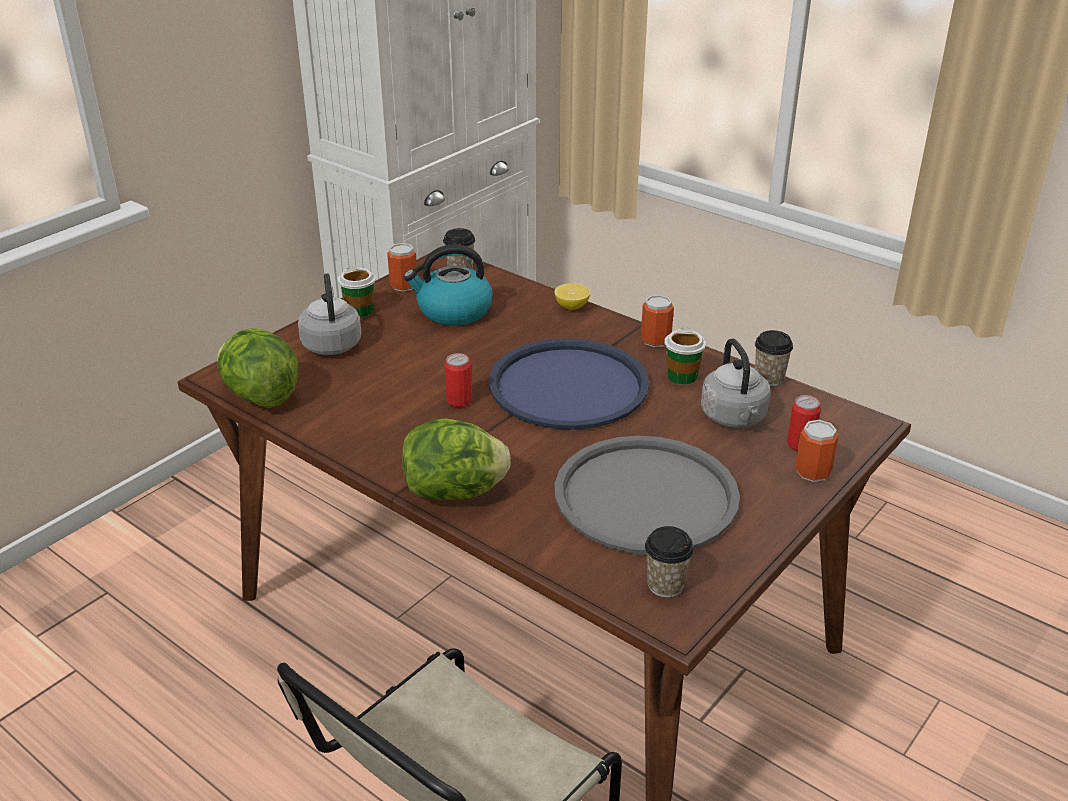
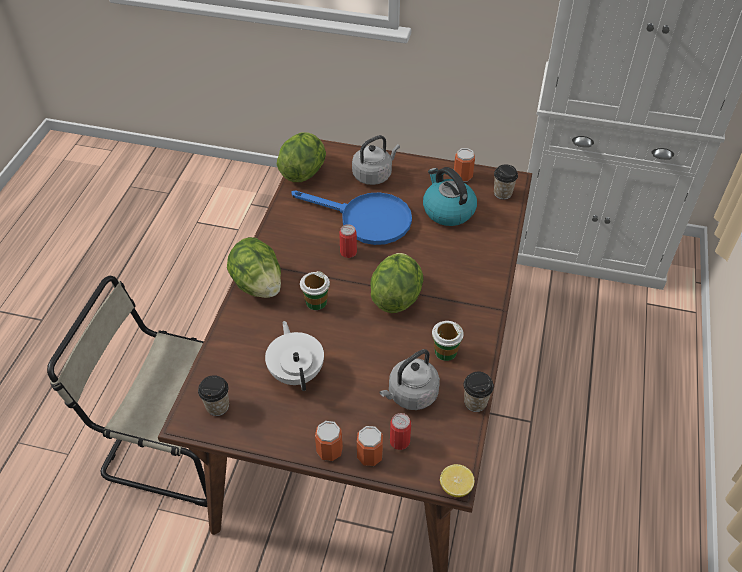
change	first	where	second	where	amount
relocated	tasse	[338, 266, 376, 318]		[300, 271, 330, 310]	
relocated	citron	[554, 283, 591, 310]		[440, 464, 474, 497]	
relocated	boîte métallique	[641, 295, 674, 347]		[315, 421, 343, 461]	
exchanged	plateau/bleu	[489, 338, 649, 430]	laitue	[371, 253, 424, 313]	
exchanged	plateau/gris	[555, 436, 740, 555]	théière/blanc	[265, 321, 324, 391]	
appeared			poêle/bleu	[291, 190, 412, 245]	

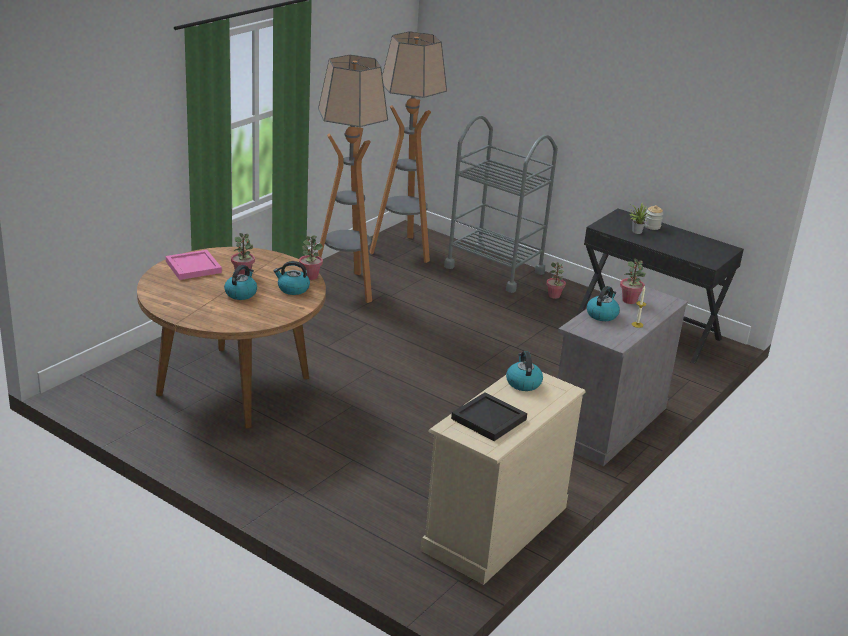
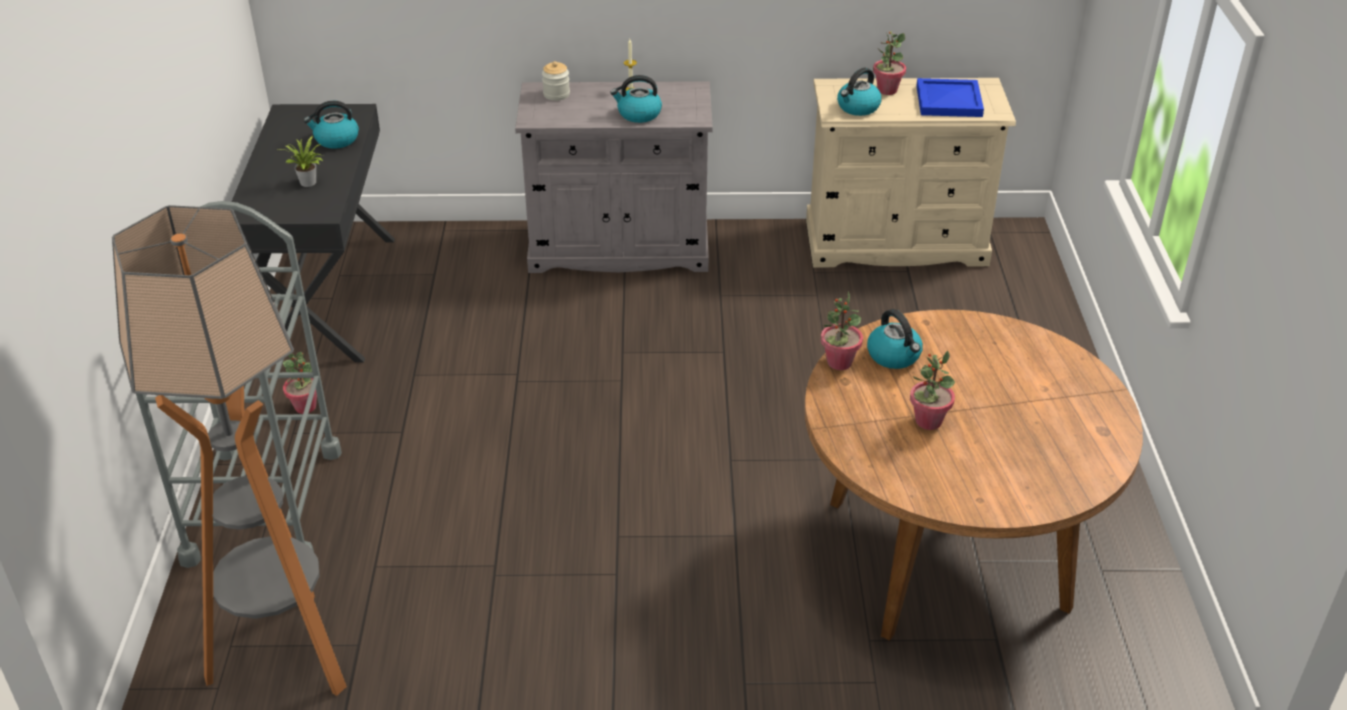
change	first	where	second	where	amount
missing	lampadaire	[318, 55, 388, 303]			
relocated	bocal	[644, 205, 663, 230]		[542, 61, 570, 101]	
missing	plateau/rose	[166, 250, 222, 280]			
relocated	plante en pot	[620, 259, 646, 304]		[873, 31, 906, 95]	
relocated	bouilloire	[224, 265, 257, 300]		[304, 101, 359, 149]	
colour	plateau/noir	[451, 393, 527, 441]	plateau/bleu	[916, 78, 984, 117]	

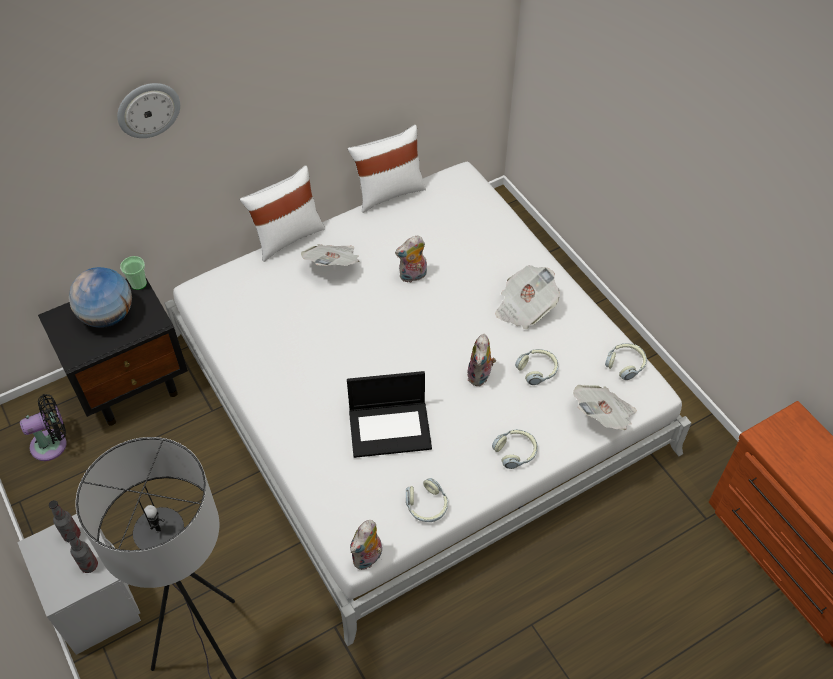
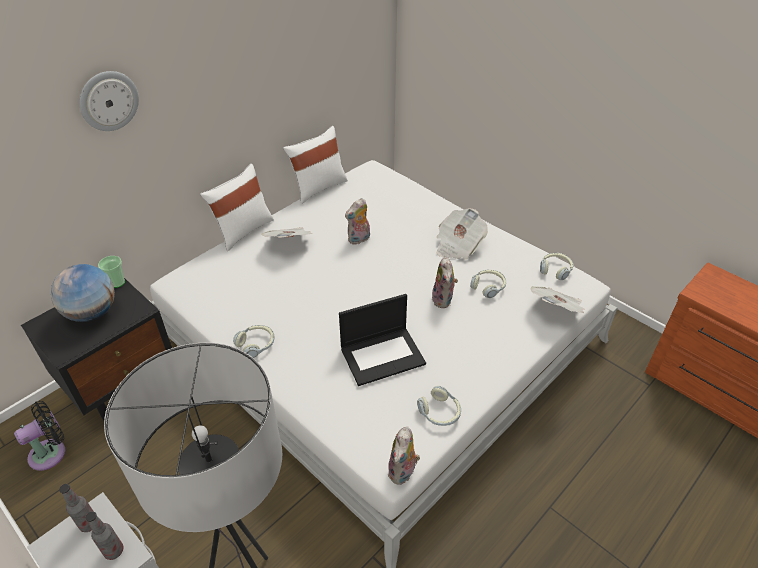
change	first	where	second	where	amount
relocated	casque audio	[492, 429, 538, 469]		[233, 325, 274, 358]	

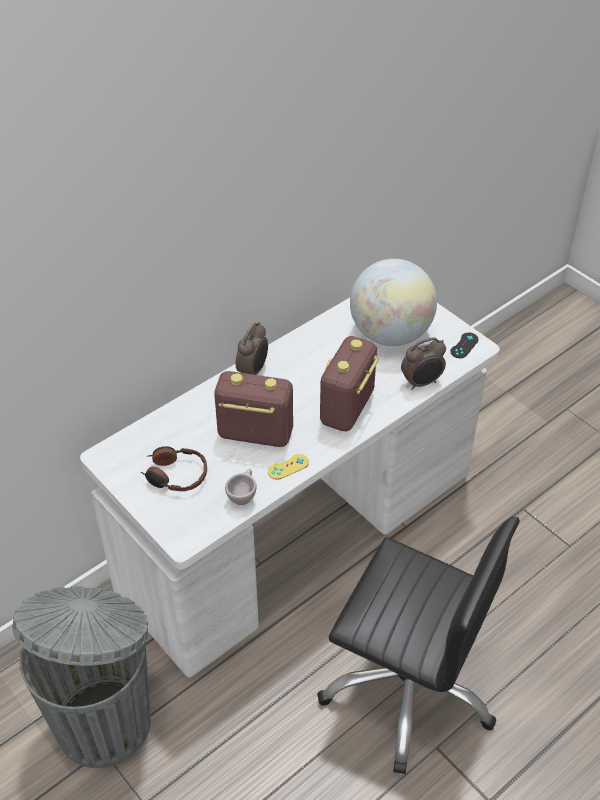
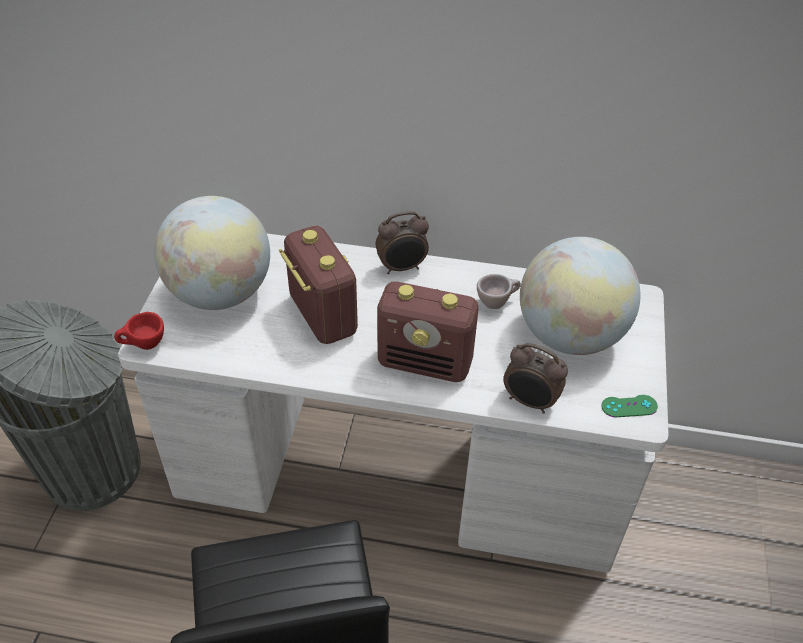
change	first	where	second	where	amount
colour	manette/noir	[450, 333, 478, 358]	manette/vert	[601, 395, 658, 417]	
spun	radio	[320, 336, 379, 431]		[377, 282, 478, 382]	150 degrees counterclockwise
exchanged	casque audio	[141, 446, 207, 491]	globe	[154, 196, 270, 310]	
missing	manette/jaune	[268, 454, 309, 480]			
relocated	tasse/beige	[225, 469, 257, 505]		[477, 274, 521, 309]	
appeared			tasse/rouge	[114, 312, 164, 350]	

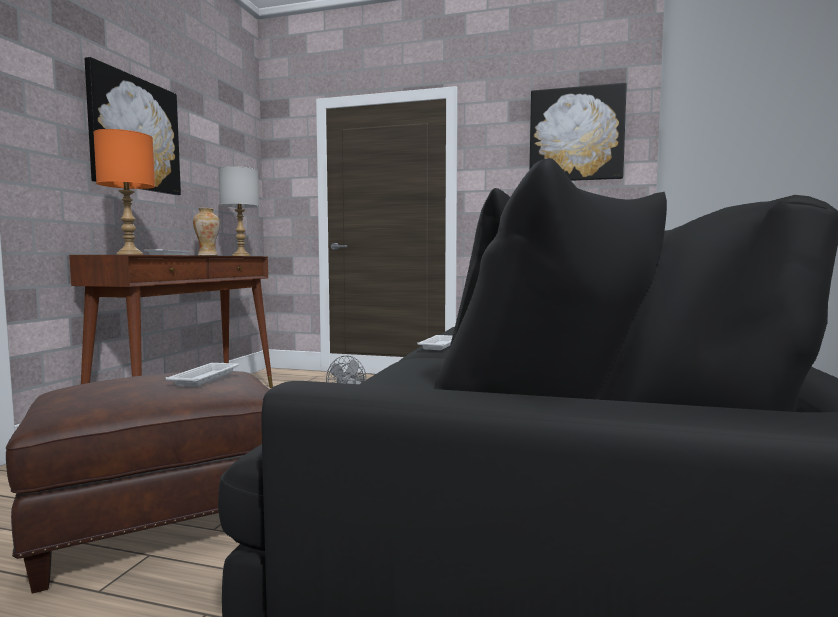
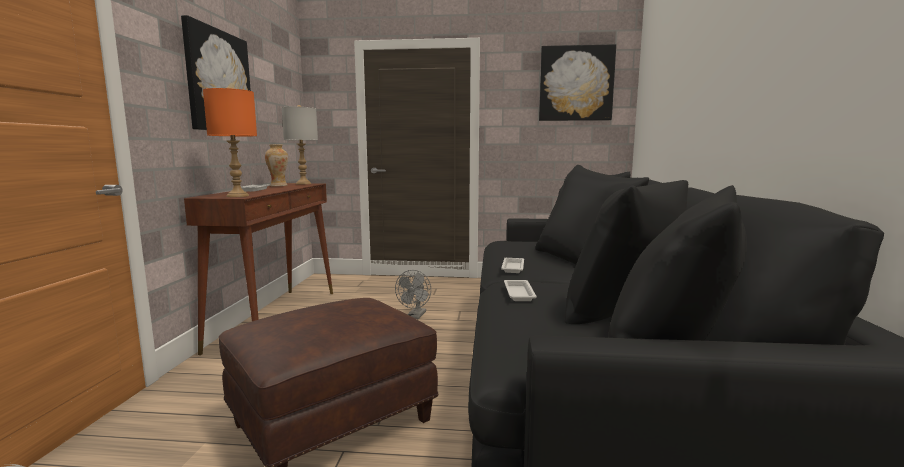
change	first	where	second	where	amount
relocated	plateau/blanc	[165, 363, 239, 386]		[504, 280, 537, 301]	

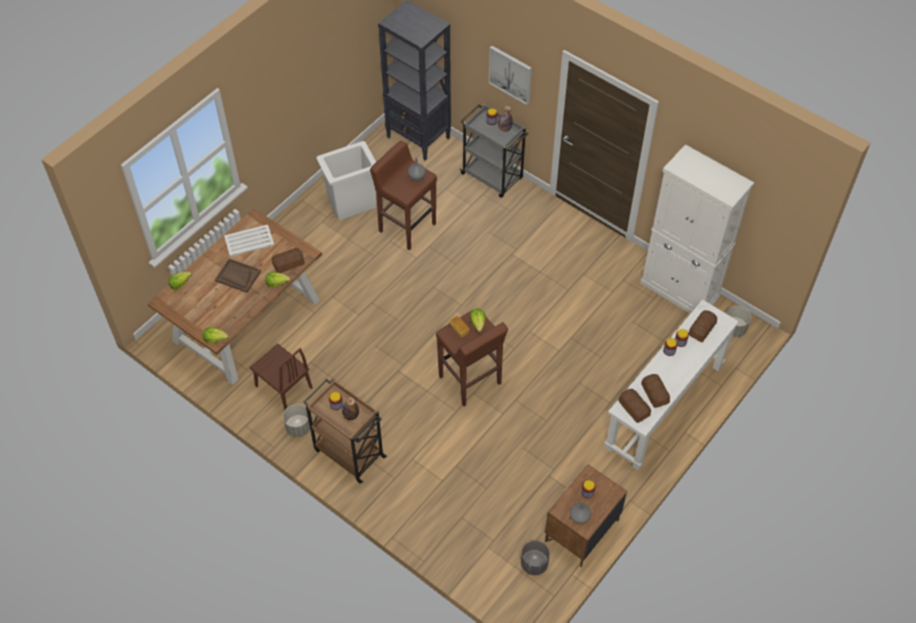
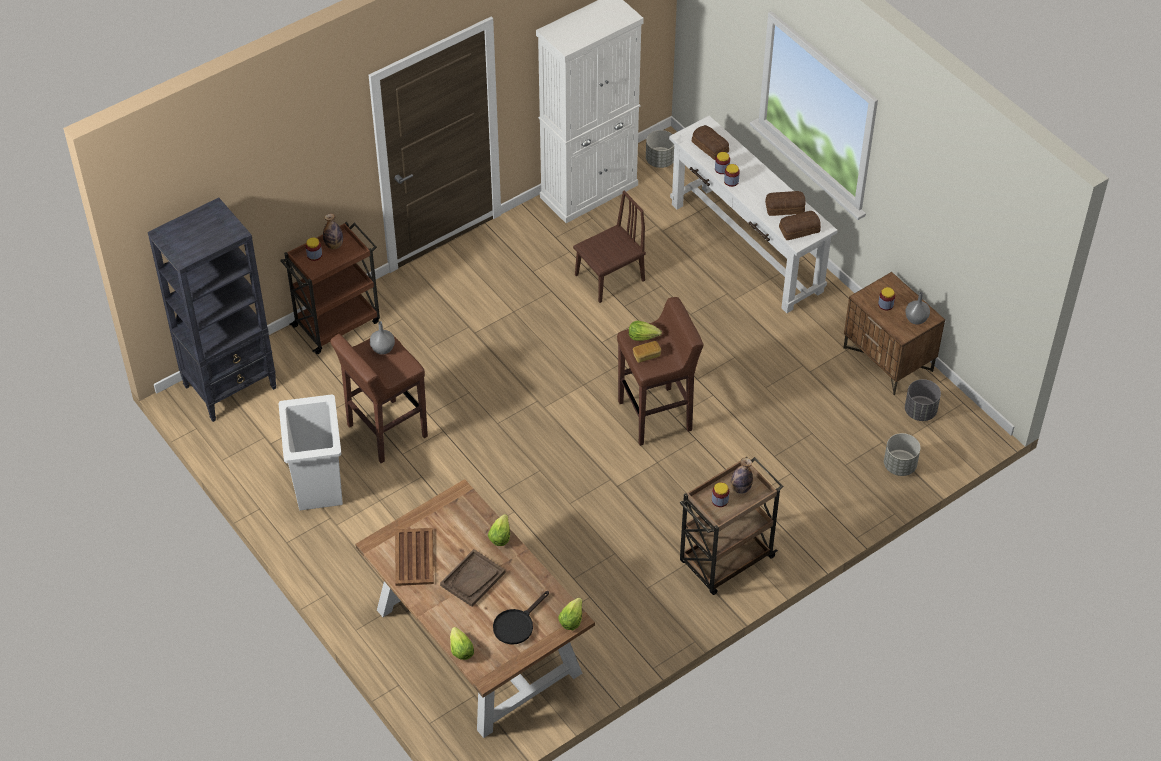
change	first	where	second	where	amount
missing	tableau	[489, 46, 532, 105]			
colour	chariot/gris	[459, 104, 529, 198]	chariot/marron	[280, 222, 380, 354]	
colour	plateau/blanc	[224, 225, 274, 256]	plateau/marron	[395, 528, 434, 586]	
missing	pain	[272, 248, 304, 273]			
relocated	chaise/marron	[249, 343, 313, 410]		[573, 190, 646, 303]	
relocated	cache-pot/gris	[283, 404, 310, 437]		[884, 433, 921, 476]	
appeared			poêle/noir	[493, 591, 549, 645]	

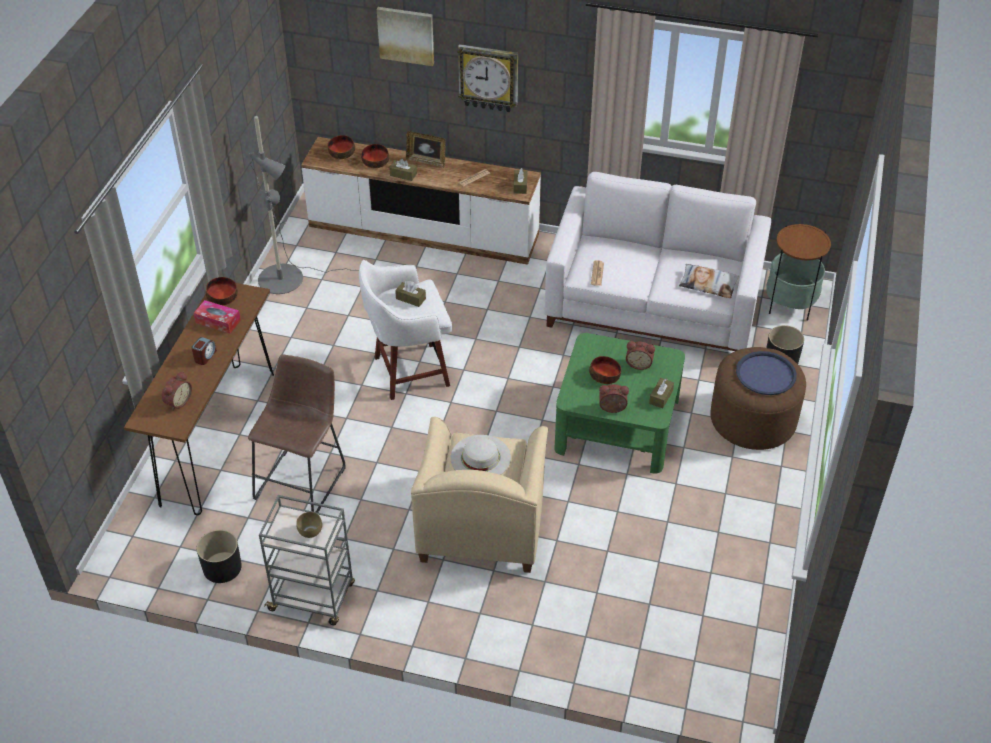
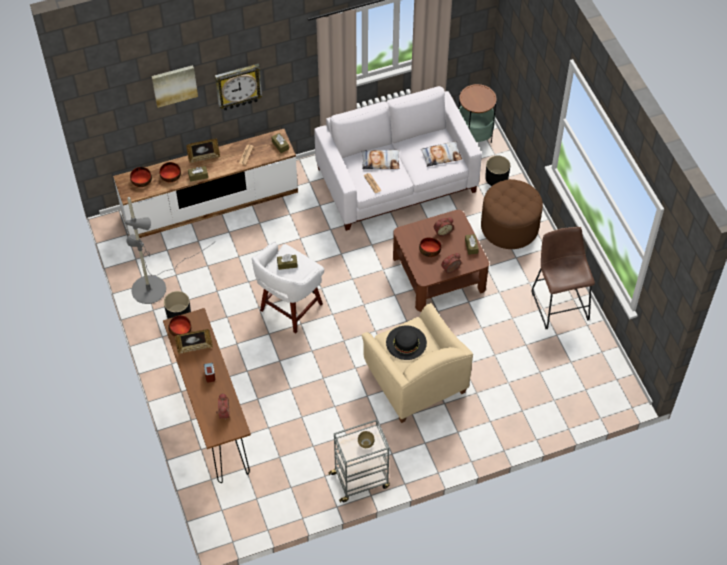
change	first	where	second	where	amount
exchanged	boîte à mouchoirs	[194, 300, 241, 334]	cadre photo	[175, 329, 213, 354]	
colour	table basse/vert	[554, 333, 685, 473]	table basse/marron	[393, 210, 489, 312]	
missing	plateau/bleu	[736, 351, 797, 395]			
relocated	tabouret/marron	[248, 355, 346, 513]		[532, 227, 595, 329]	
colour	chapeau/blanc	[451, 435, 511, 475]	chapeau/noir	[386, 325, 427, 360]	
relocated	cache-pot/noir	[197, 530, 242, 583]		[164, 291, 191, 319]	
appeared			coussin	[361, 150, 400, 169]	

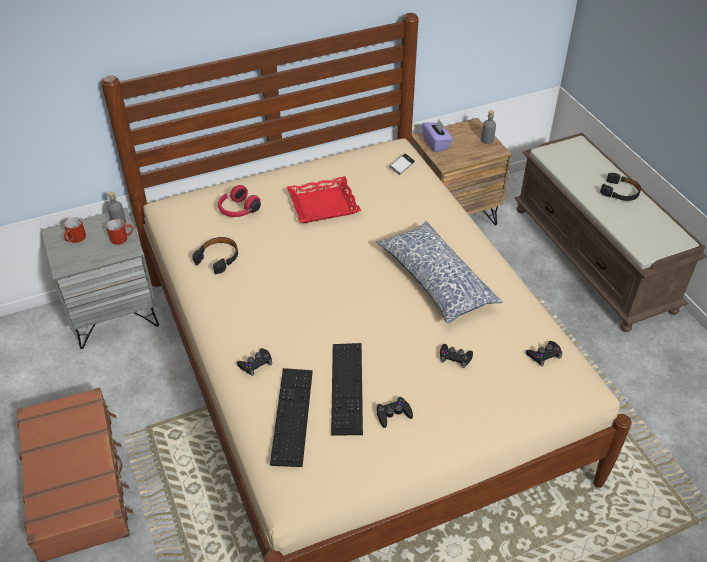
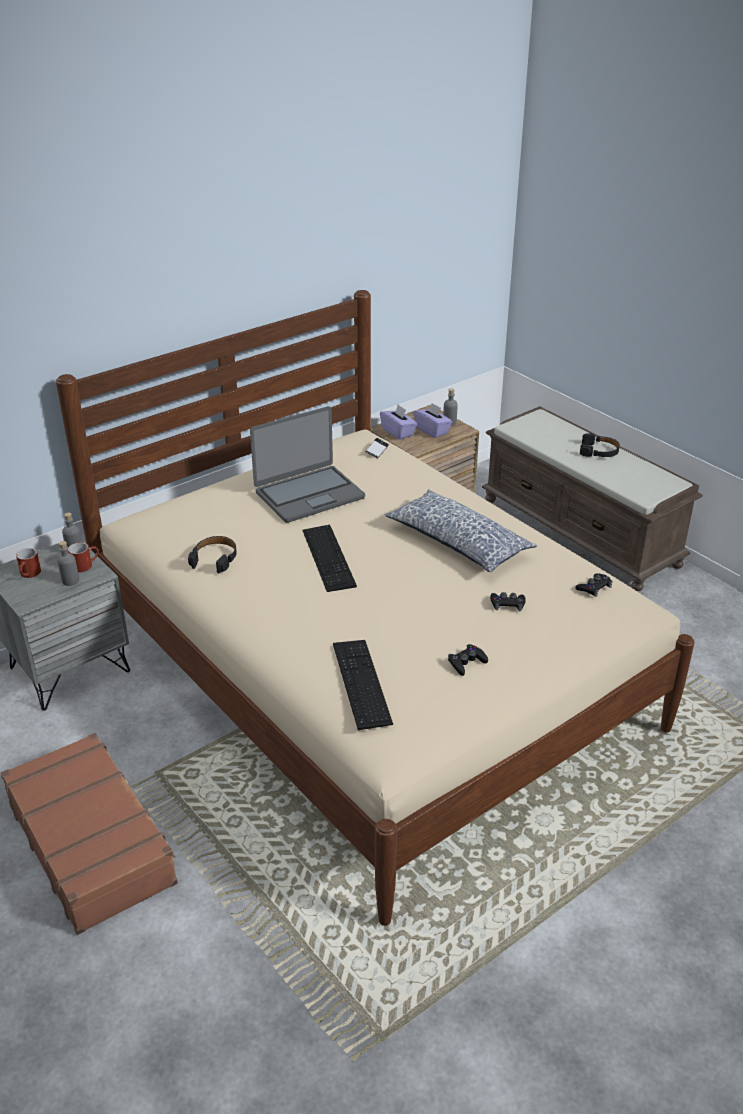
change	first	where	second	where	amount
exchanged	plateau/rouge	[287, 176, 361, 223]	ordinateur portable	[250, 406, 365, 523]	
missing	casque audio/rouge	[218, 185, 261, 217]			
relocated	clavier	[331, 343, 363, 435]		[302, 525, 357, 592]	
missing	manette/noir	[237, 348, 272, 376]			
appeared			boîte à mouchoirs/violet	[414, 403, 452, 438]	
appeared			bouteille/gris	[57, 541, 79, 586]	

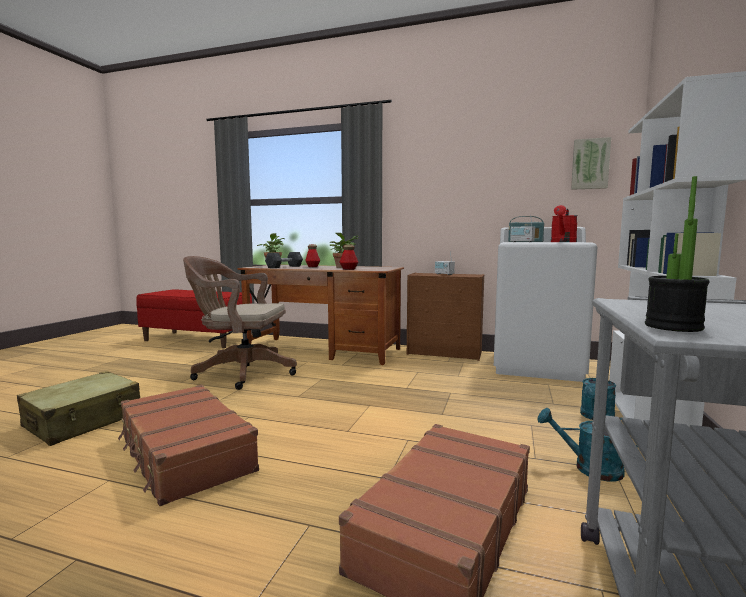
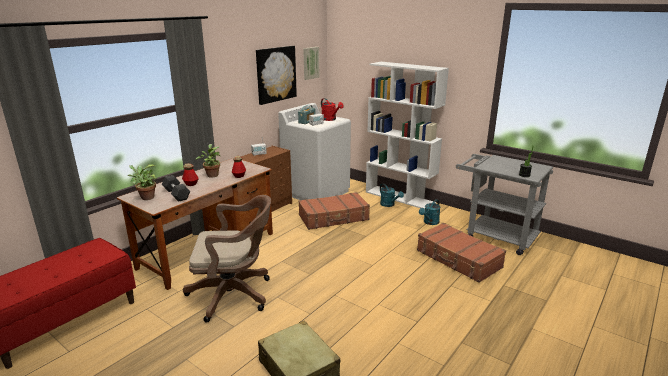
change	first	where	second	where	amount
spun	chaise de bureau/marron	[183, 256, 297, 390]		[183, 195, 271, 323]	120 degrees counterclockwise
relocated	valise/marron	[118, 385, 259, 506]		[298, 192, 370, 230]	
appeared			tableau	[256, 46, 297, 105]	

